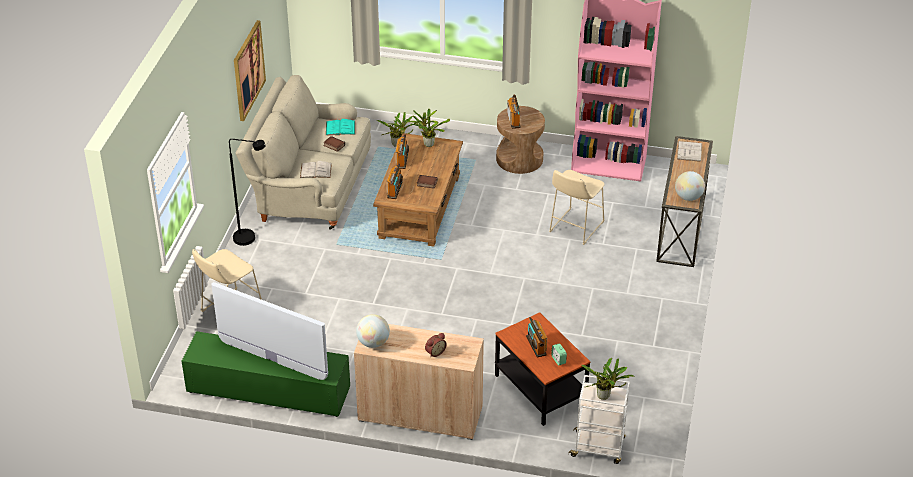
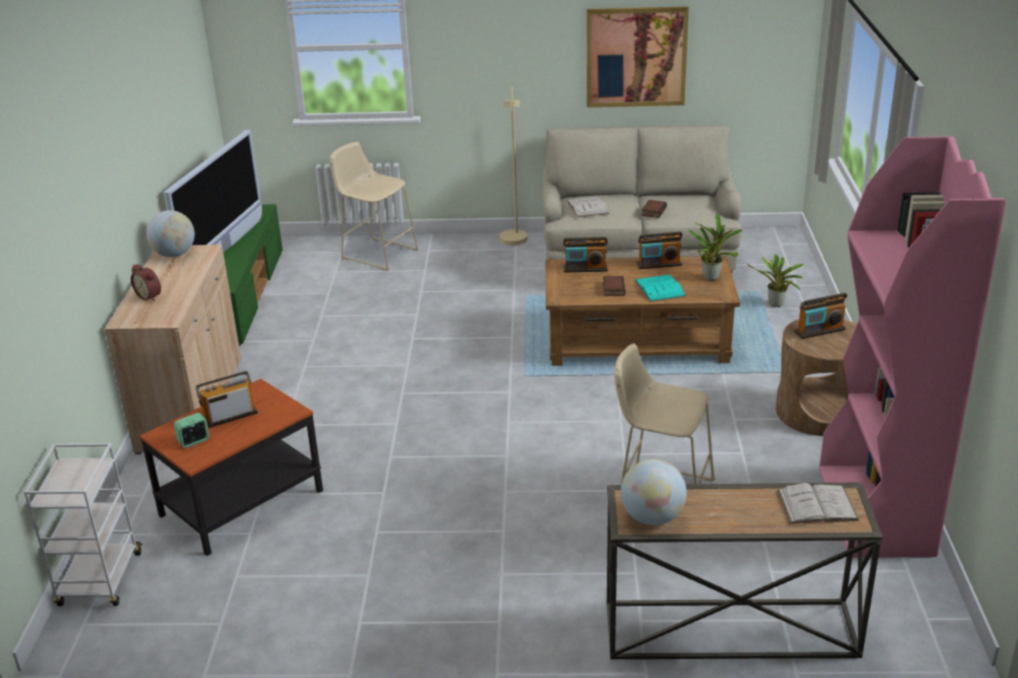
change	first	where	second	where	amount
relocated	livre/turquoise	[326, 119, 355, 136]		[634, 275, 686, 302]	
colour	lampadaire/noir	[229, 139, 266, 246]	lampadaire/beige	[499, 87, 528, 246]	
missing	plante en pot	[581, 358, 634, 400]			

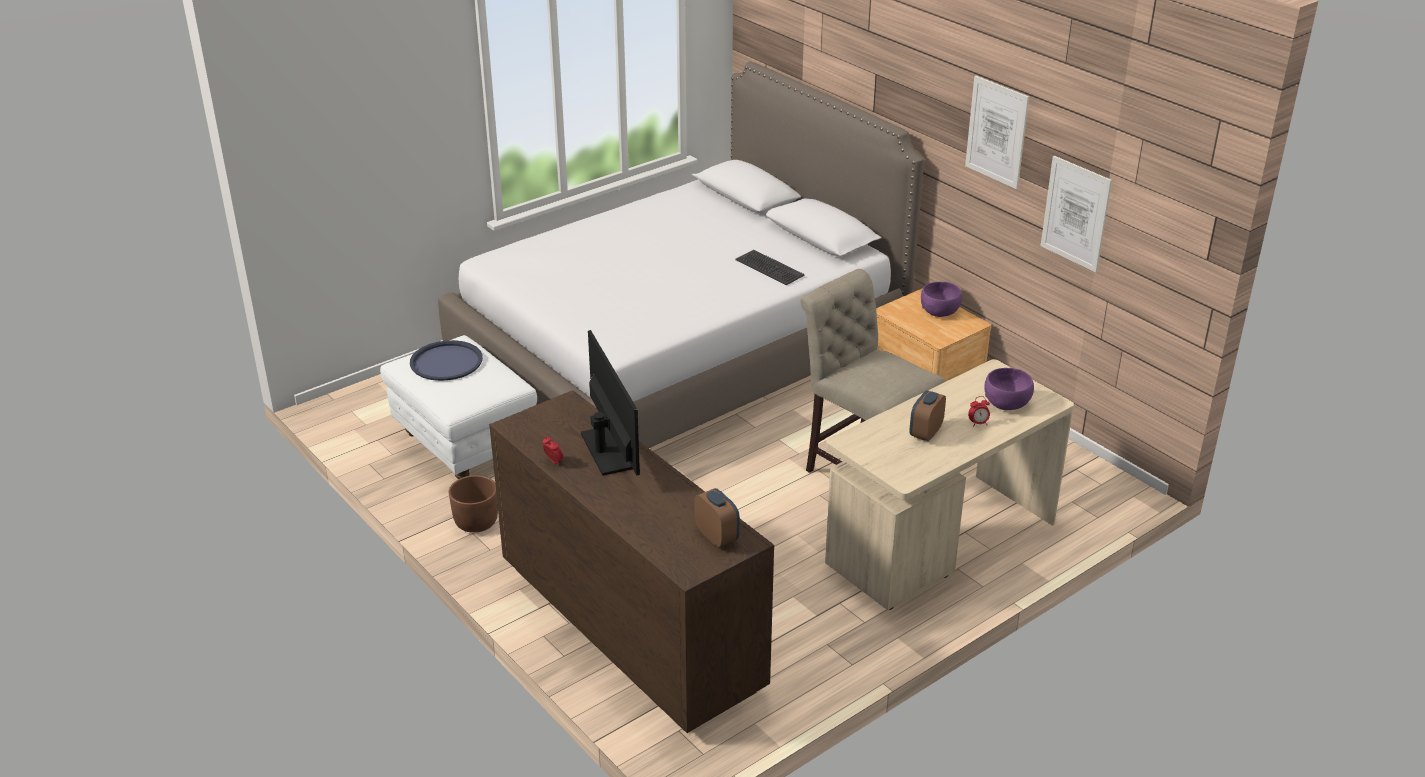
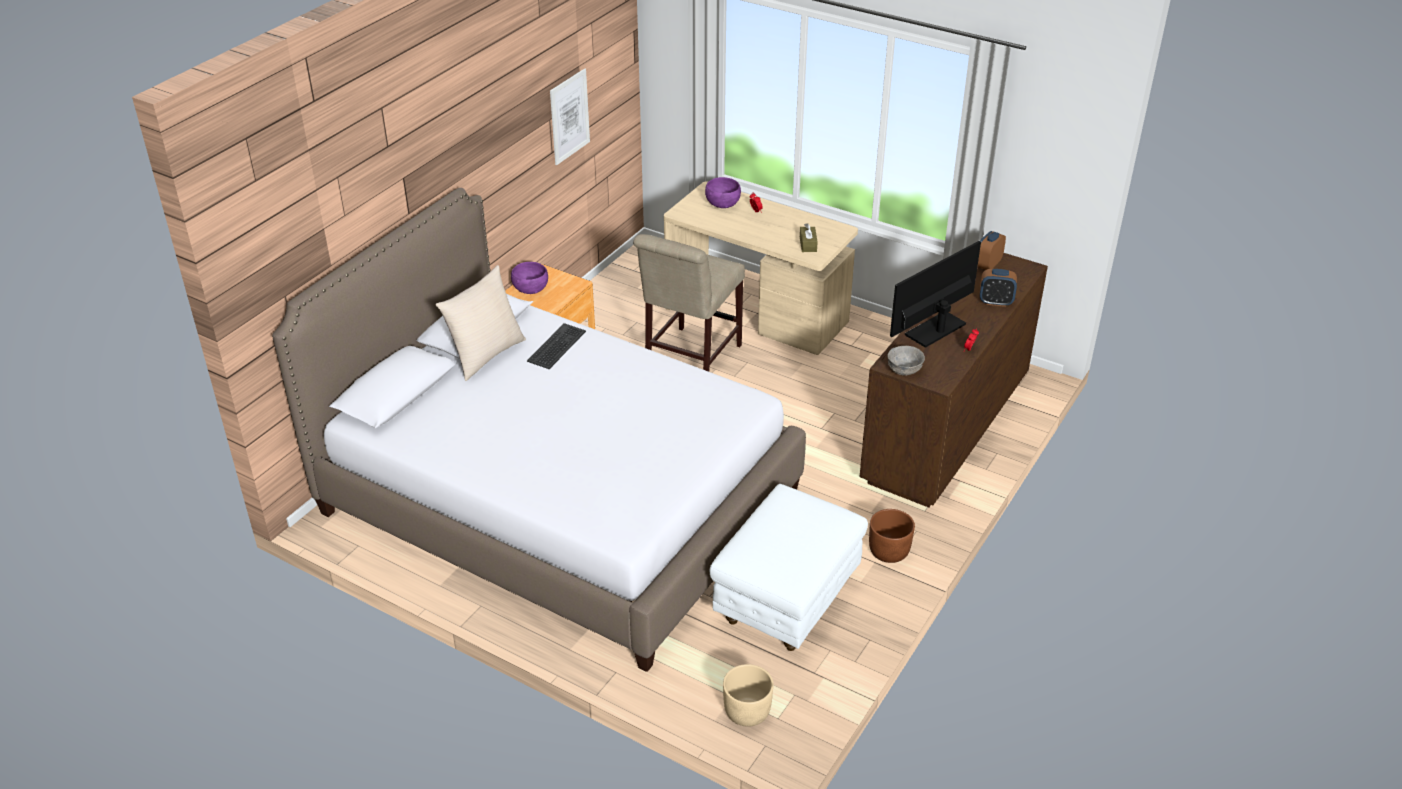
change	first	where	second	where	amount
missing	tableau	[965, 76, 1029, 189]			
missing	plateau/bleu	[410, 340, 483, 381]			
relocated	réveil	[909, 390, 946, 441]		[980, 269, 1017, 307]	
appeared			boîte à mouchoirs/marron	[800, 223, 818, 252]	
appeared			coussin/beige	[435, 265, 526, 381]	
appeared			bol/gris	[888, 346, 925, 376]	
appeared			cache-pot/beige	[723, 664, 774, 727]	

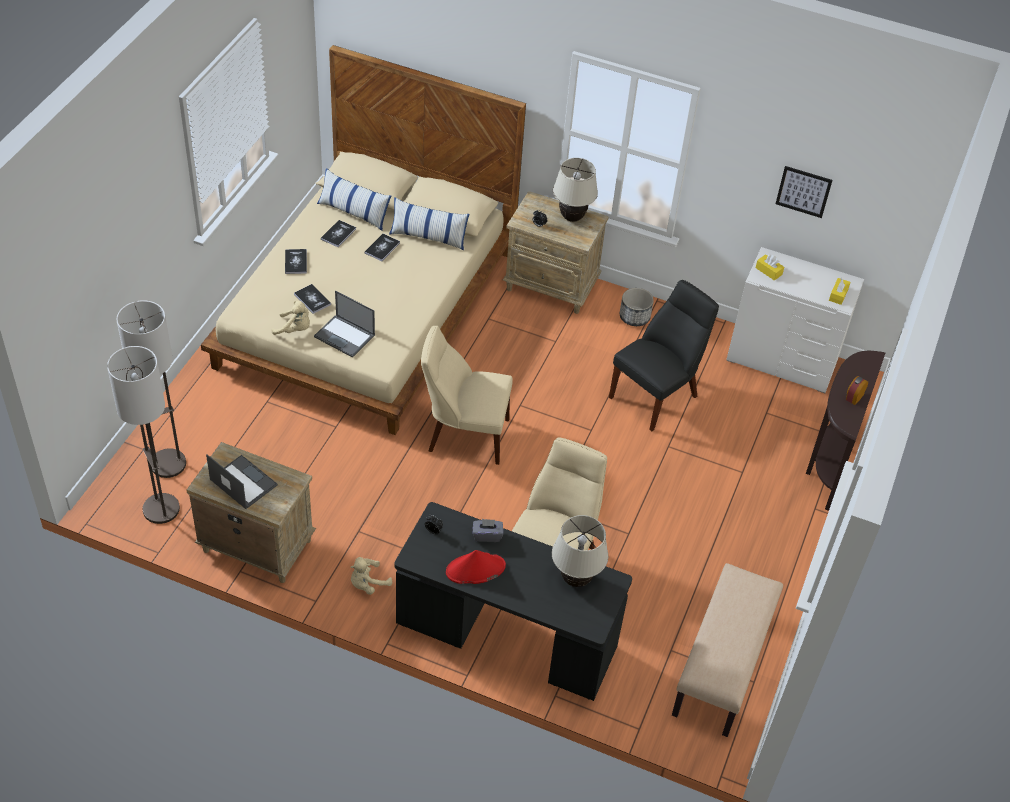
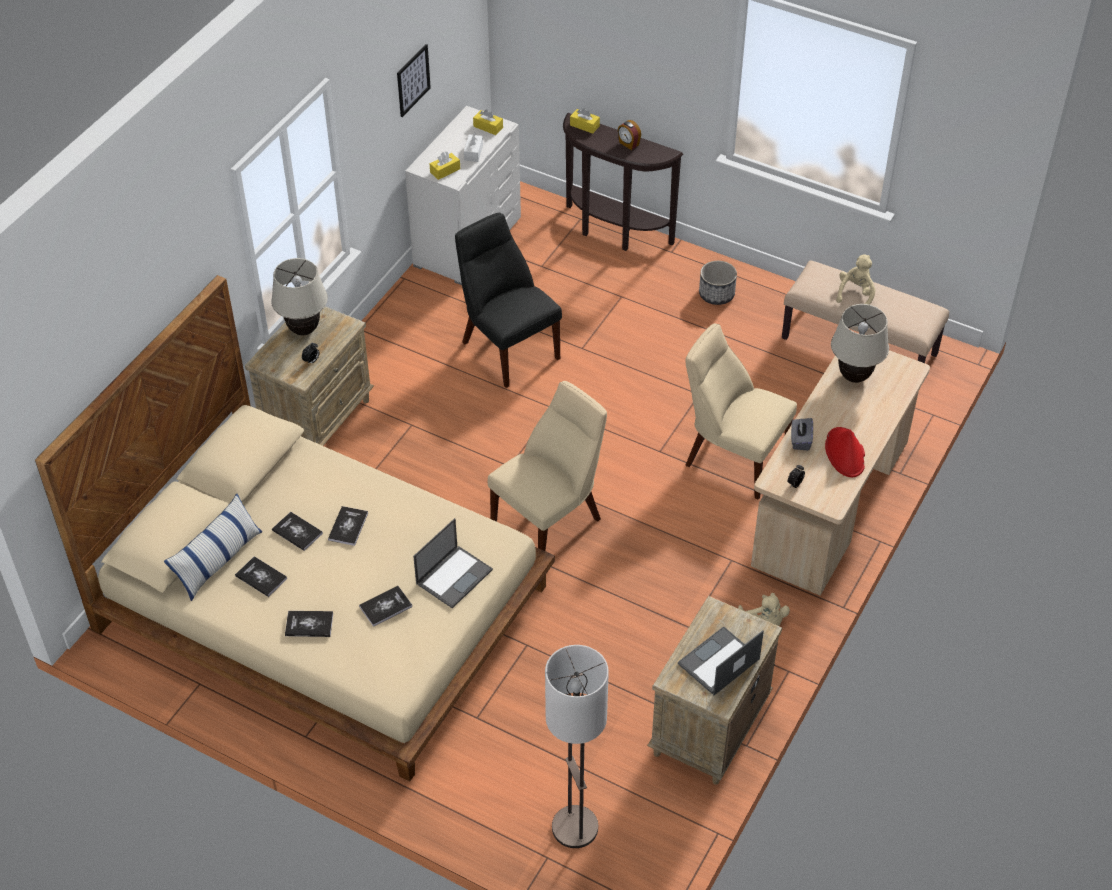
change	first	where	second	where	amount
missing	coussin	[389, 197, 469, 251]			
relocated	cache-pot	[620, 288, 654, 326]		[699, 261, 737, 305]	
relocated	peluche/beige	[271, 301, 310, 335]		[836, 254, 876, 305]	
spun	chaise/beige	[421, 326, 513, 465]		[488, 381, 607, 551]	150 degrees counterclockwise
missing	lampadaire	[107, 346, 180, 524]			
colour	bureau/noir	[394, 502, 632, 701]	bureau/beige	[751, 350, 930, 595]	
appeared			boîte à mouchoirs/jaune	[570, 108, 600, 134]	
appeared			boîte à mouchoirs/blanc	[464, 133, 483, 162]	
appeared			livre	[328, 506, 368, 546]	

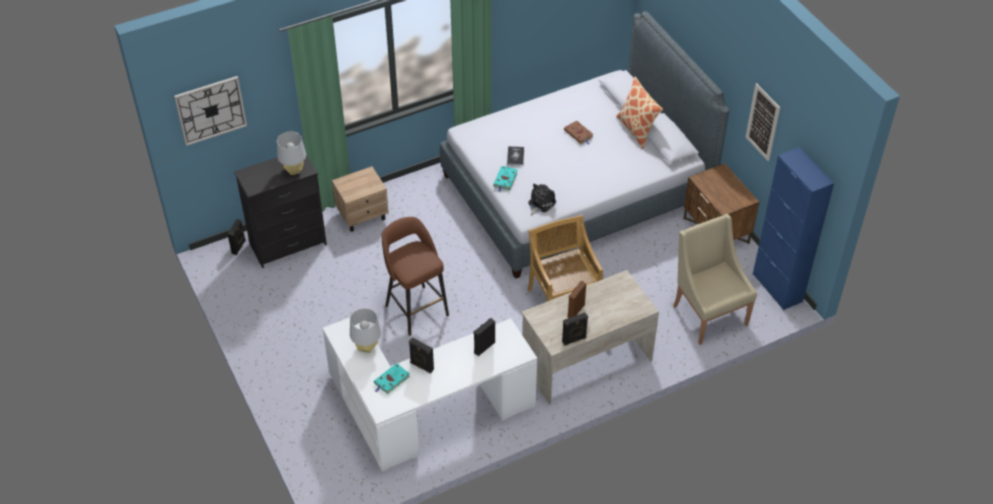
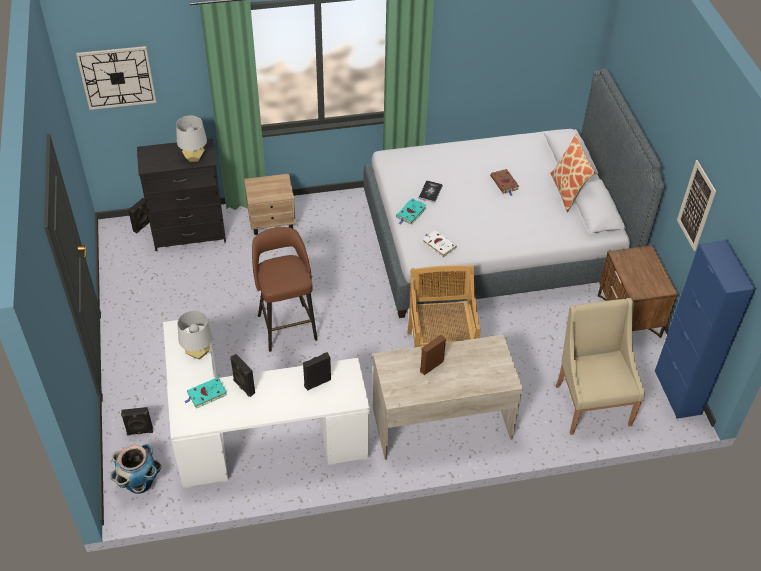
change	first	where	second	where	amount
exchanged	peluche	[528, 184, 556, 216]	livre/blanc	[422, 230, 457, 258]	
relocated	enceinte/noir	[562, 313, 588, 346]		[121, 407, 153, 435]	
appeared			cache-pot	[110, 444, 162, 494]	

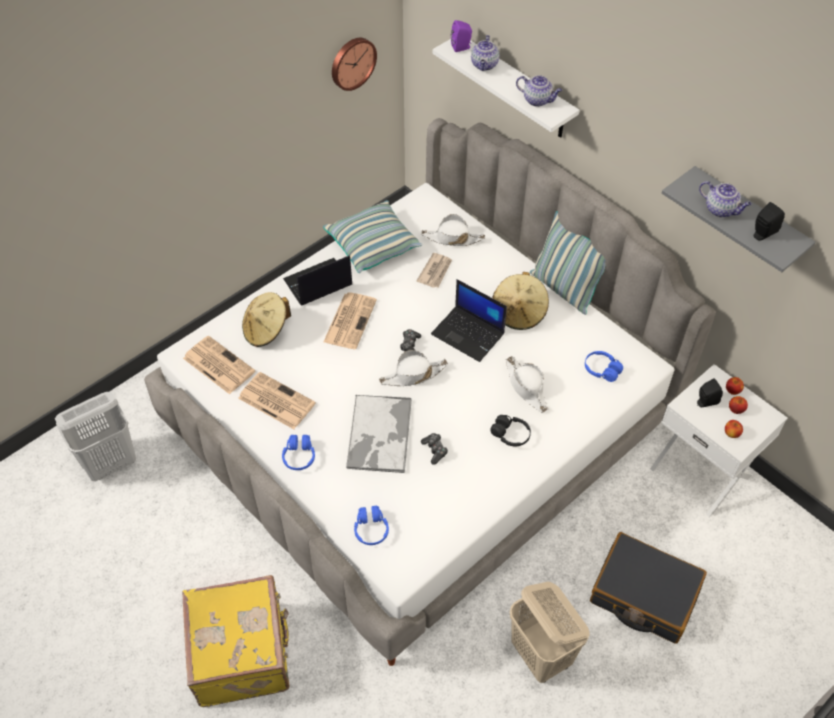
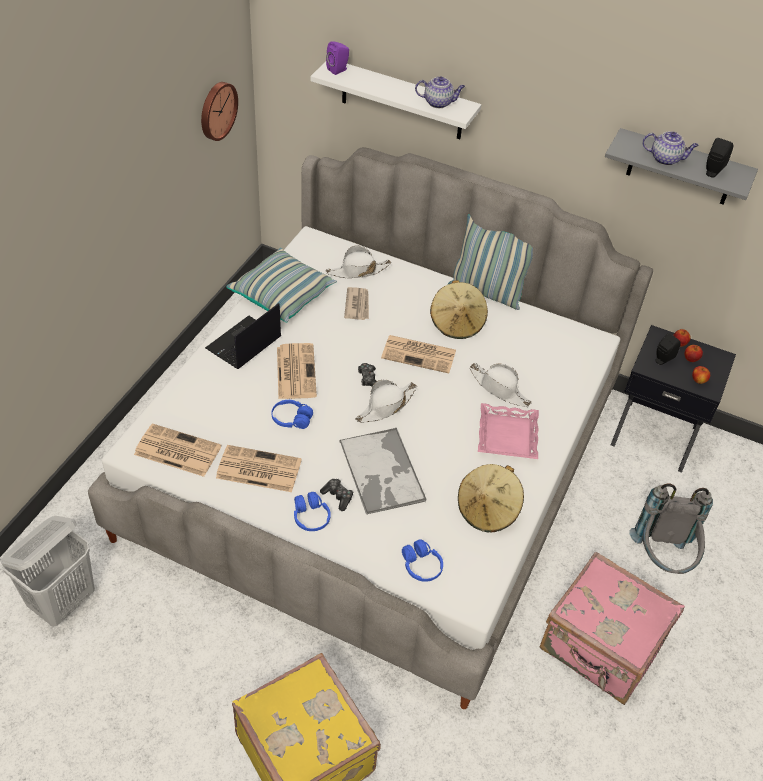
change	first	where	second	where	amount
missing	théière	[471, 35, 500, 71]			
exchanged	ordinateur portable	[431, 279, 507, 362]	journal	[381, 335, 456, 373]	
relocated	chapeau/beige	[242, 292, 291, 347]		[458, 464, 524, 532]	
relocated	casque audio/bleu	[585, 351, 623, 382]		[272, 400, 313, 429]	
colour	table de chevet/blanc	[650, 364, 787, 517]	table de chevet/noir	[611, 325, 736, 473]	
exchanged	casque audio/noir	[490, 415, 531, 447]	plateau/rose	[478, 403, 539, 459]	
relocated	manette	[421, 433, 448, 465]		[320, 479, 353, 511]	
exchanged	valise/noir	[590, 532, 707, 644]	sac à dos/gris	[630, 484, 713, 574]	
exchanged	panier à linge/beige	[510, 582, 590, 683]	valise/rose	[540, 551, 685, 705]	

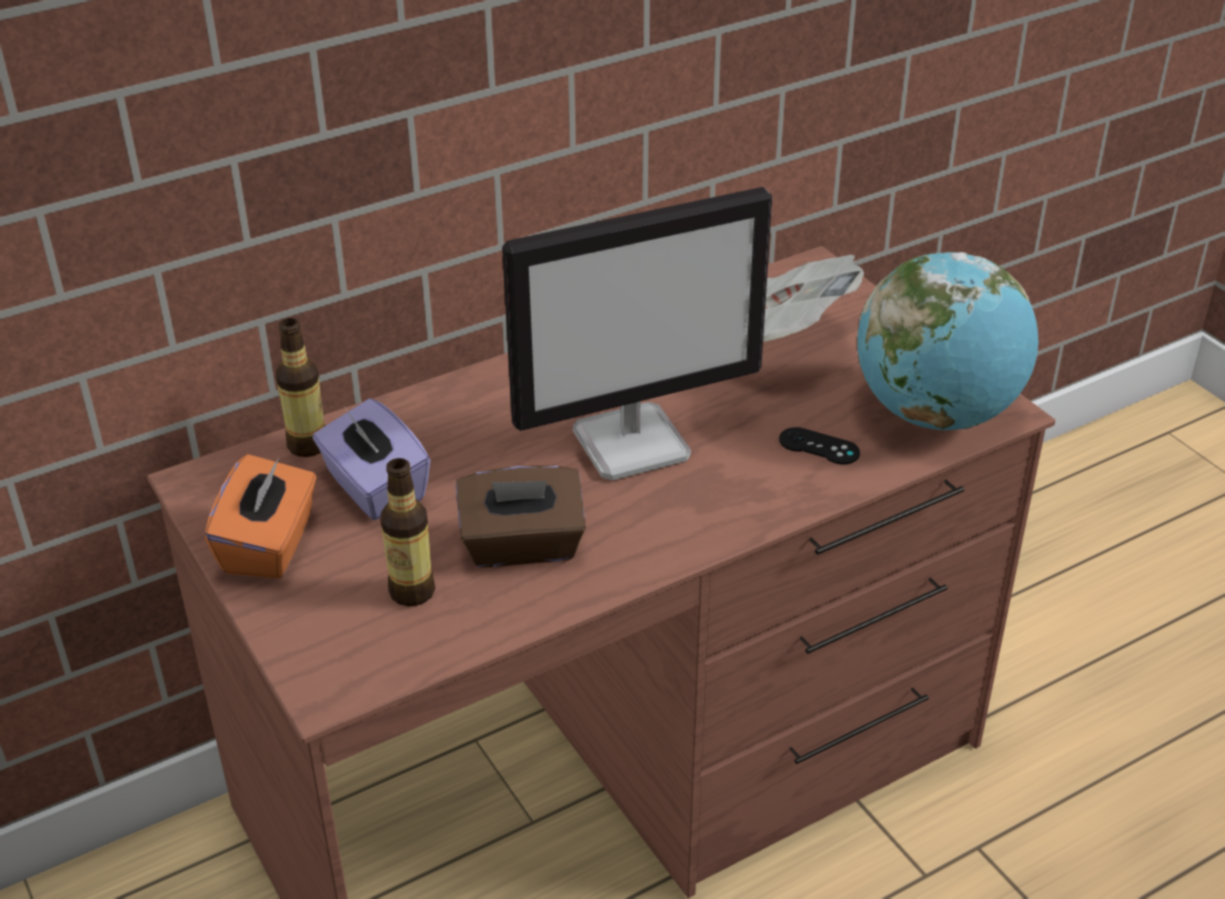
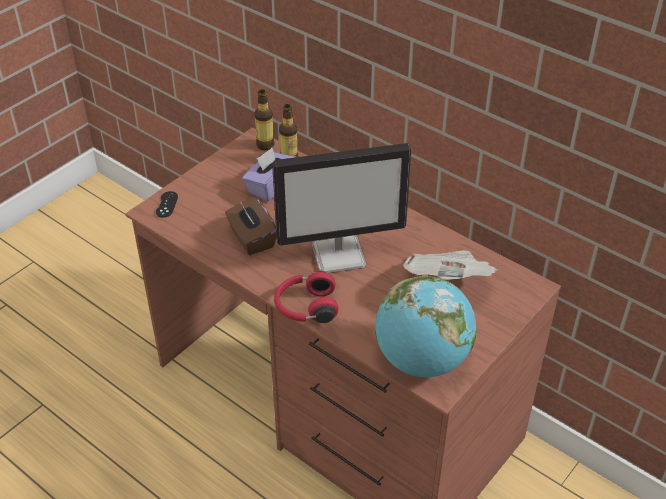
change	first	where	second	where	amount
spun	écran d'ordinateur	[502, 187, 772, 480]		[272, 143, 412, 273]	60 degrees counterclockwise
relocated	manette/noir	[779, 427, 860, 464]		[156, 191, 178, 218]	
missing	boîte à mouchoirs/orange	[204, 454, 316, 579]			
relocated	bouteille	[380, 458, 435, 606]		[255, 89, 275, 150]	
appeared			casque audio/rouge	[274, 271, 338, 323]	

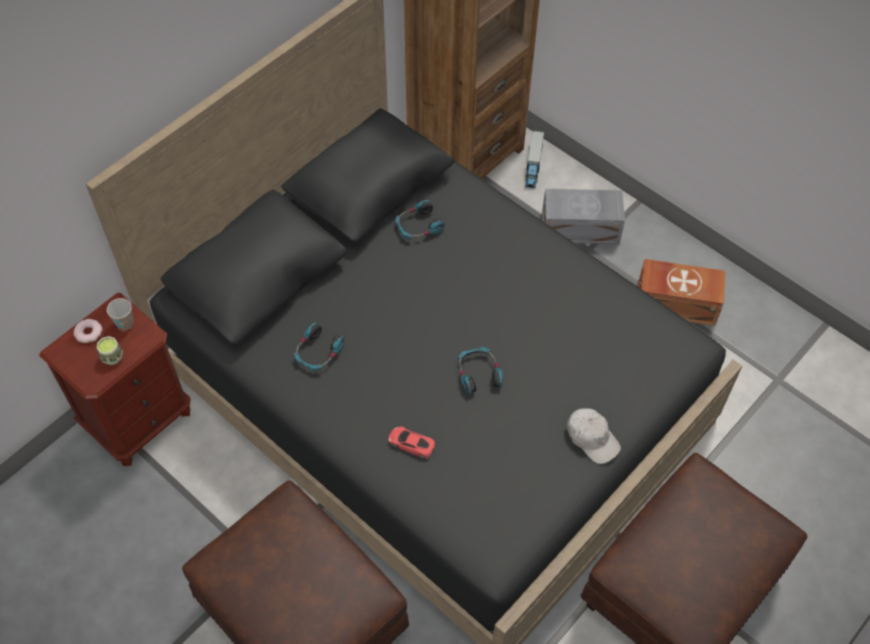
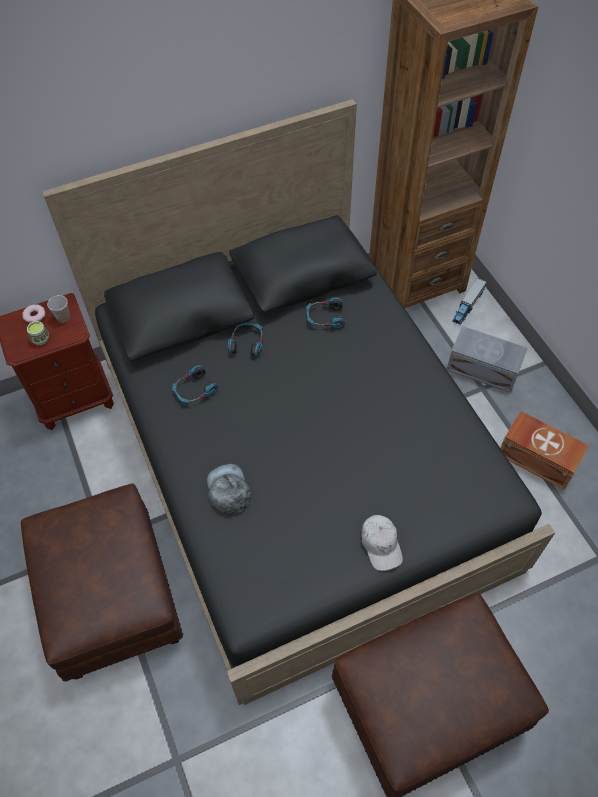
change	first	where	second	where	amount
relocated	casque audio	[458, 347, 503, 394]		[228, 323, 263, 357]	
exchanged	petite voiture/rouge	[388, 427, 435, 459]	casquette/gris	[207, 464, 251, 515]	

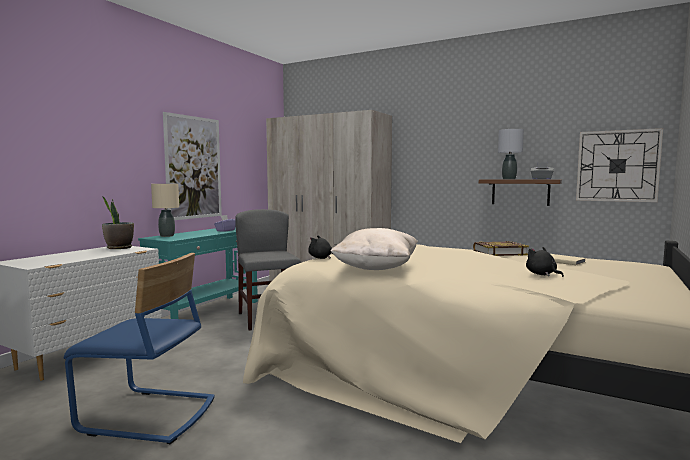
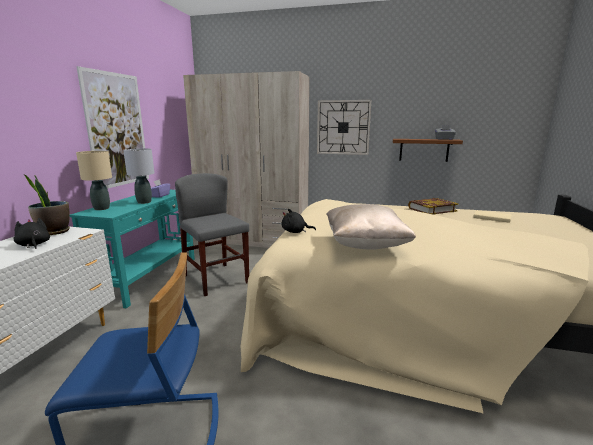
change	first	where	second	where	amount
relocated	horloge murale	[576, 128, 663, 202]		[317, 100, 371, 155]	
relocated	lampe de table/gris	[498, 129, 524, 179]		[123, 148, 154, 204]	
relocated	peluche/noir	[526, 247, 564, 277]		[14, 218, 50, 249]	

